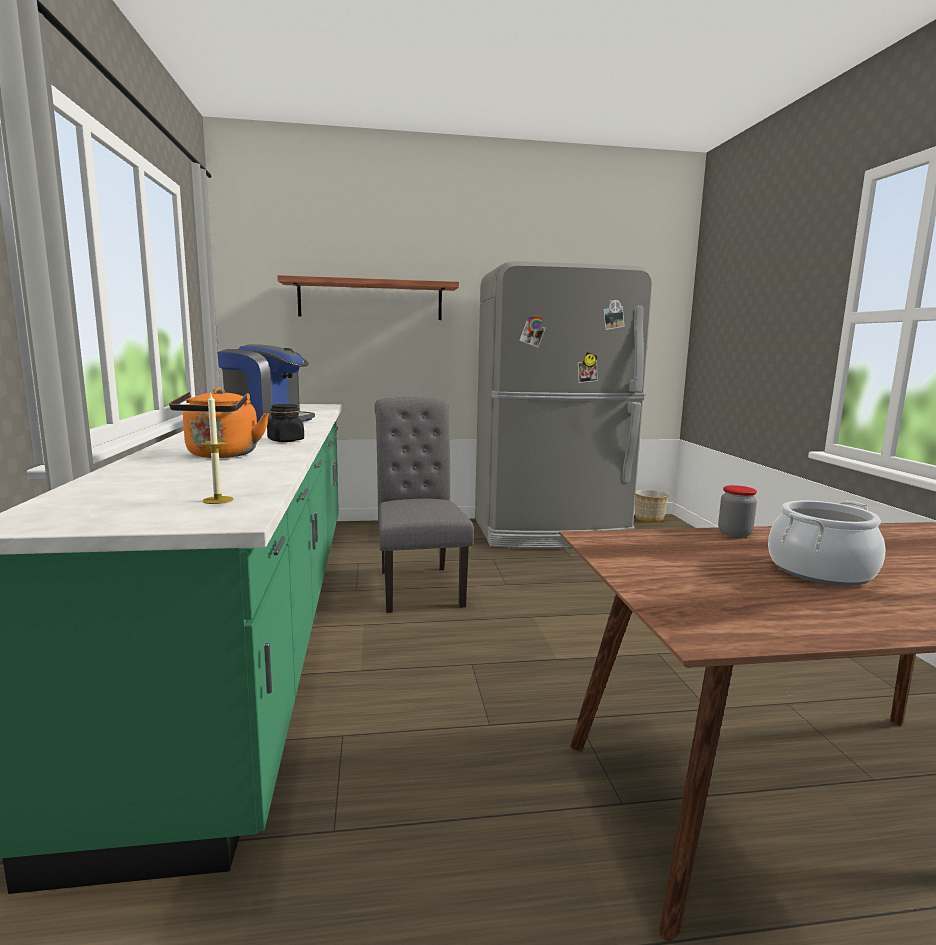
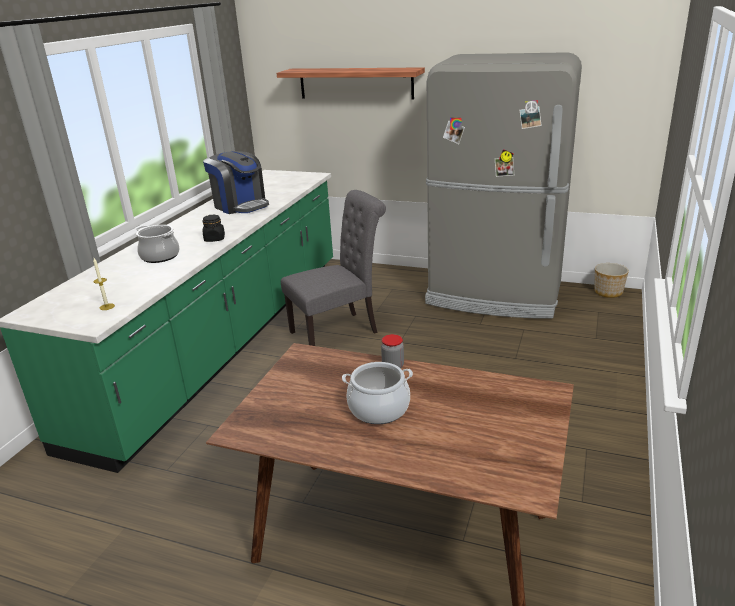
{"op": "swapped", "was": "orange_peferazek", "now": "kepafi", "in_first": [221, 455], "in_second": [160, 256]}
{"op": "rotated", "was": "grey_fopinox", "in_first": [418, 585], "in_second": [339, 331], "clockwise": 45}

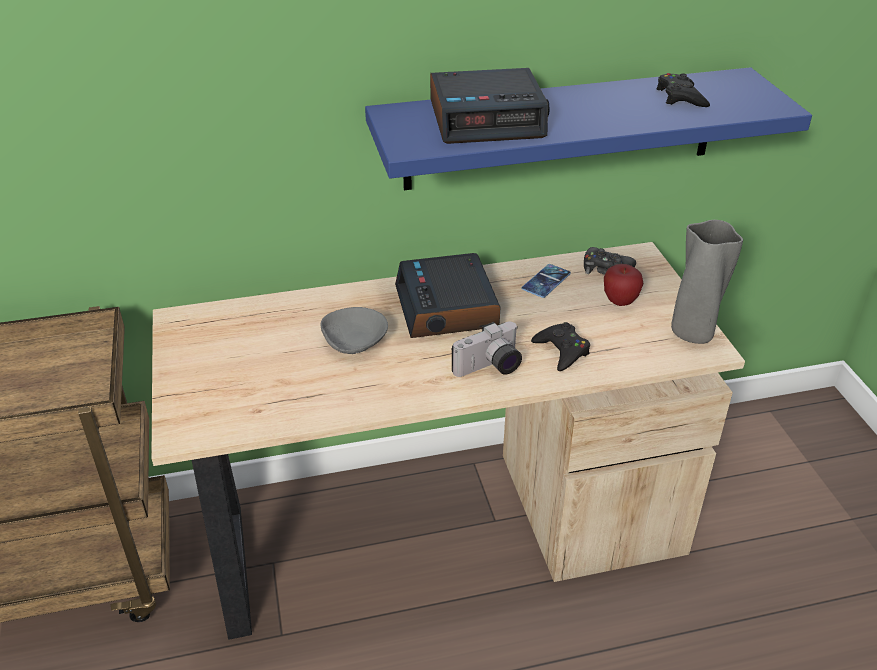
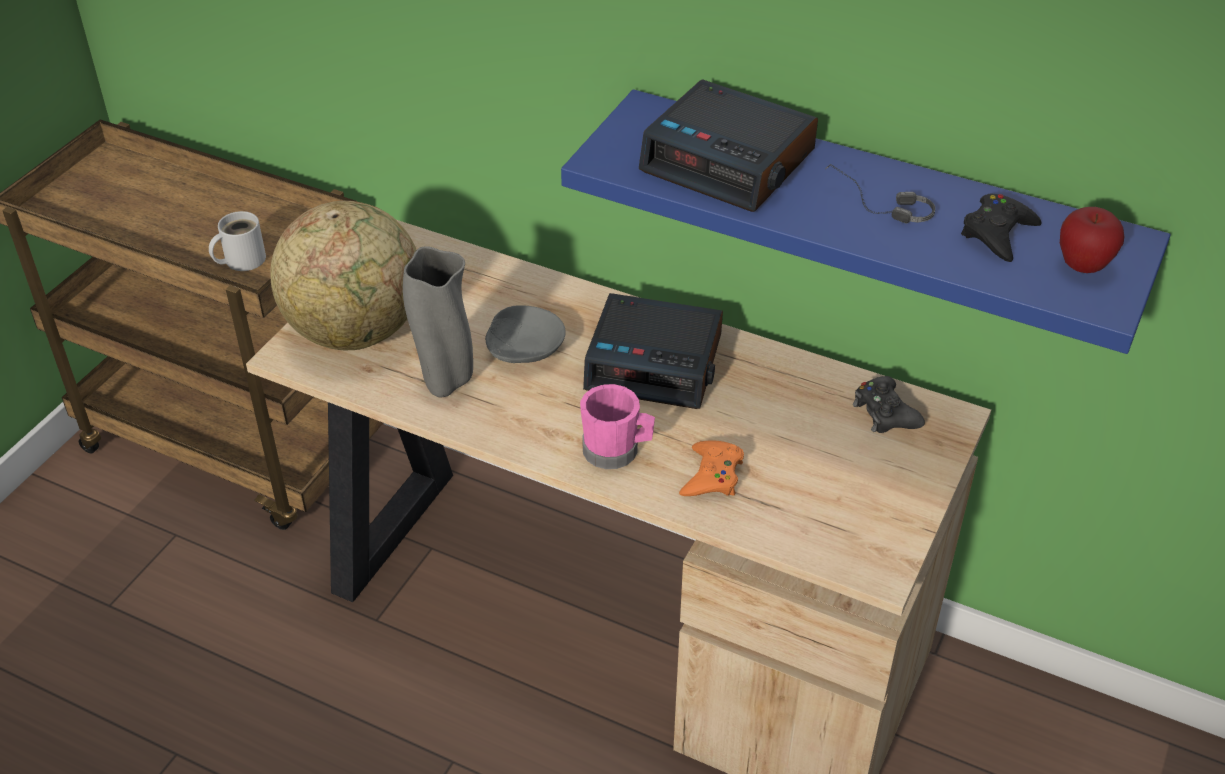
{"op": "rotated", "was": "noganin", "in_first": [447, 307], "in_second": [655, 362], "clockwise": -105}
{"op": "swapped", "was": "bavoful", "now": "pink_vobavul", "in_first": [490, 368], "in_second": [617, 451]}
{"op": "gone", "was": "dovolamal", "in_first": [546, 281]}
{"op": "repainted", "was": "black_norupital", "now": "orange_norupital", "in_first": [562, 351], "in_second": [712, 475]}
{"op": "shifted", "was": "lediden", "in_first": [620, 301], "in_second": [1083, 266]}
{"op": "shifted", "was": "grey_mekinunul", "in_first": [693, 333], "in_second": [446, 383]}
{"op": "new", "now": "white_vobavul", "in_second": [241, 260]}
{"op": "new", "now": "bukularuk", "in_second": [356, 330]}
{"op": "new", "now": "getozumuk", "in_second": [876, 208]}

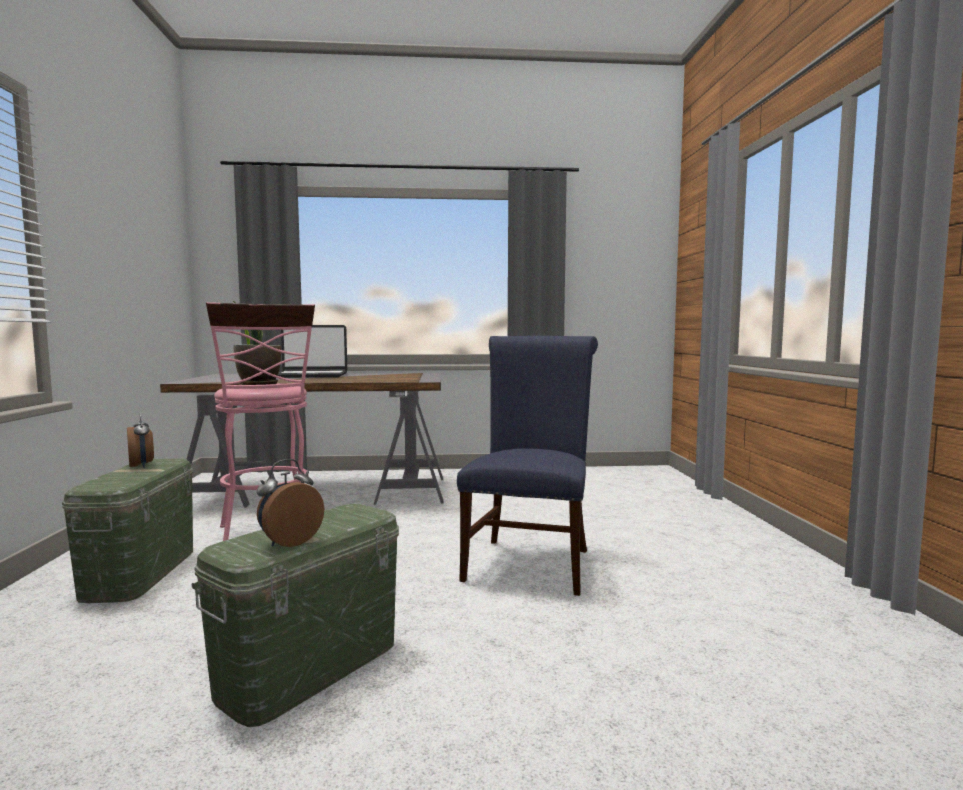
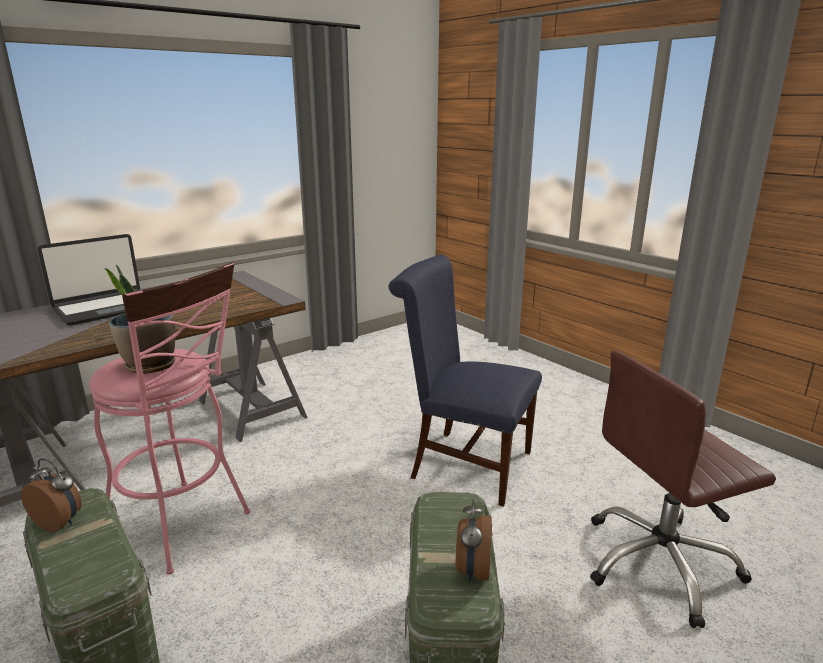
{"op": "rotated", "was": "blue_fopinox", "in_first": [530, 561], "in_second": [464, 463], "clockwise": -45}
{"op": "new", "now": "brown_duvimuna", "in_second": [660, 564]}

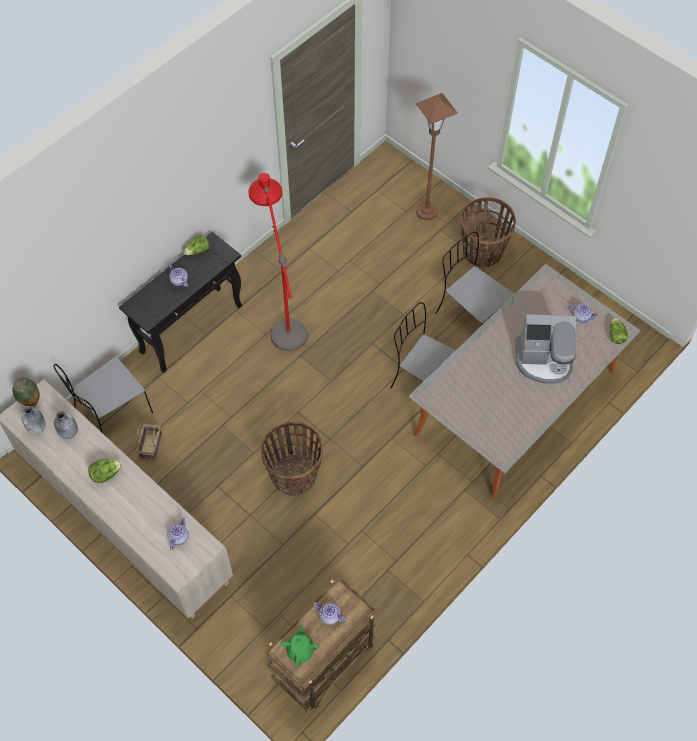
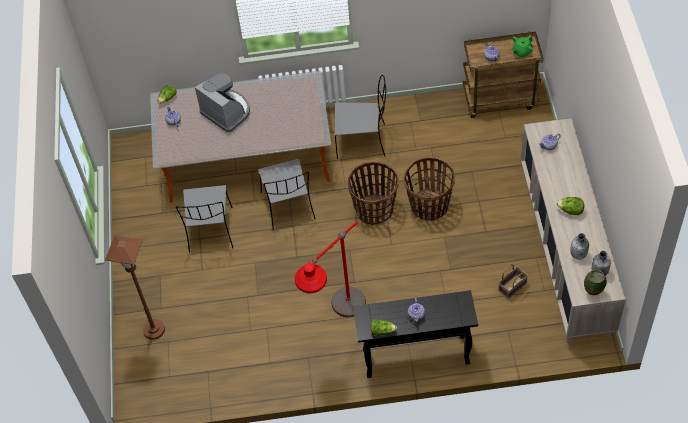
{"op": "shifted", "was": "grey_fopinox", "in_first": [112, 413], "in_second": [362, 141]}
{"op": "shifted", "was": "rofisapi", "in_first": [482, 251], "in_second": [374, 210]}

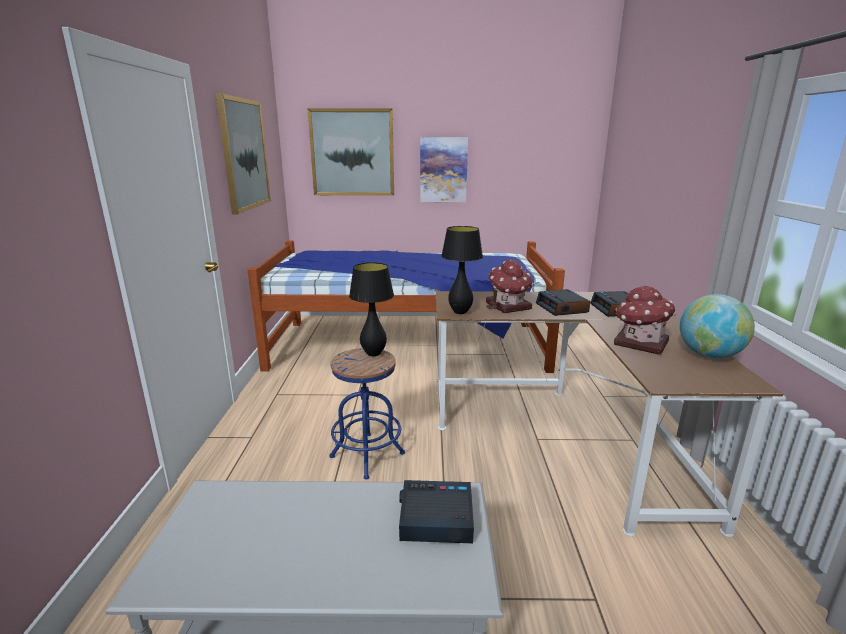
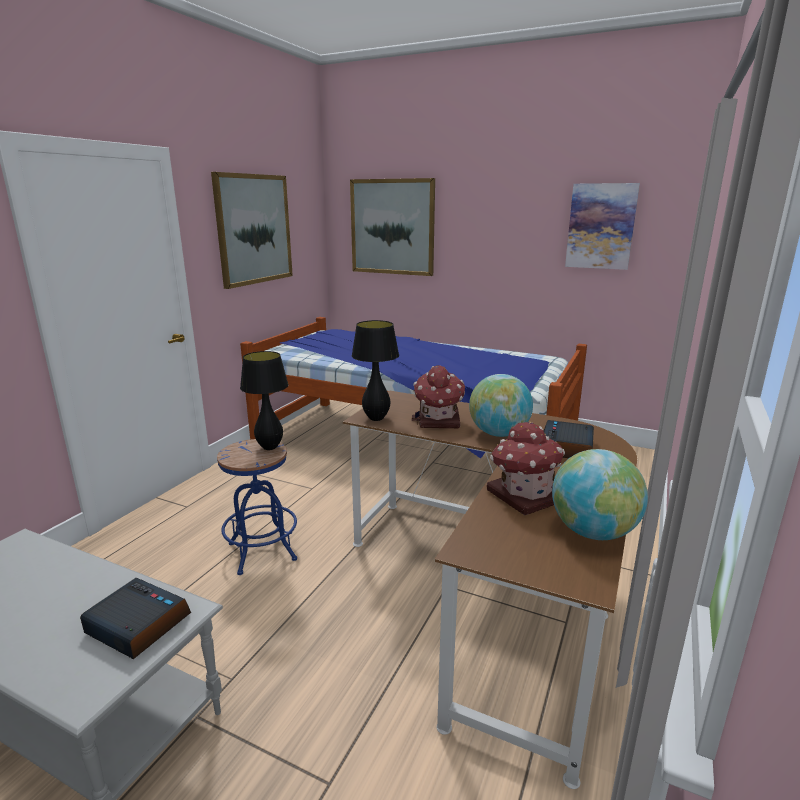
{"op": "shifted", "was": "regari", "in_first": [443, 170], "in_second": [601, 226]}
{"op": "swapped", "was": "noganin", "now": "bukularuk", "in_first": [562, 308], "in_second": [498, 434]}

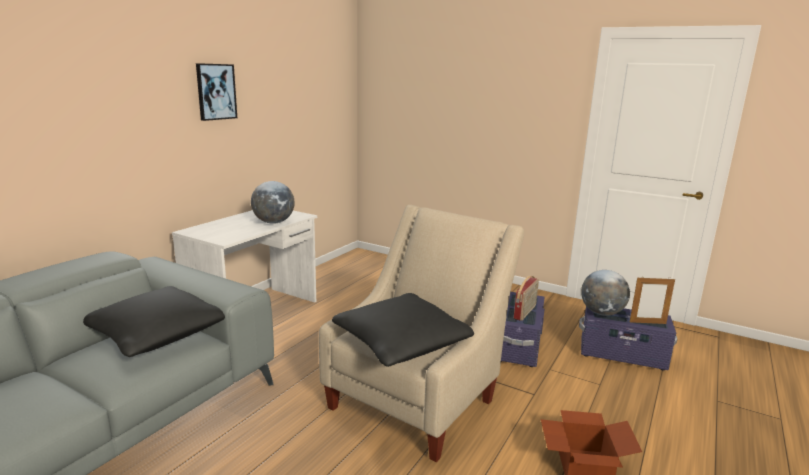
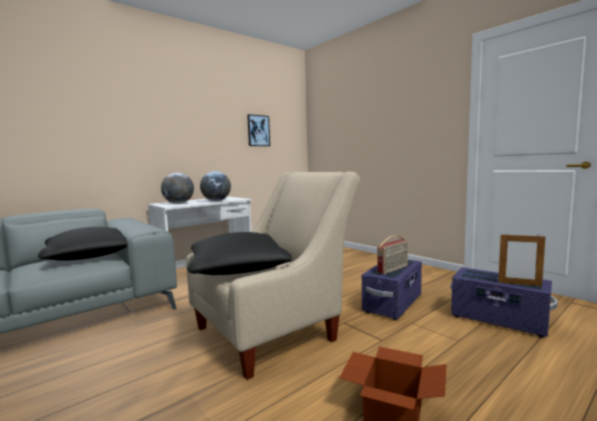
{"op": "shifted", "was": "regari", "in_first": [216, 91], "in_second": [258, 130]}
{"op": "shifted", "was": "bukularuk", "in_first": [601, 313], "in_second": [178, 203]}

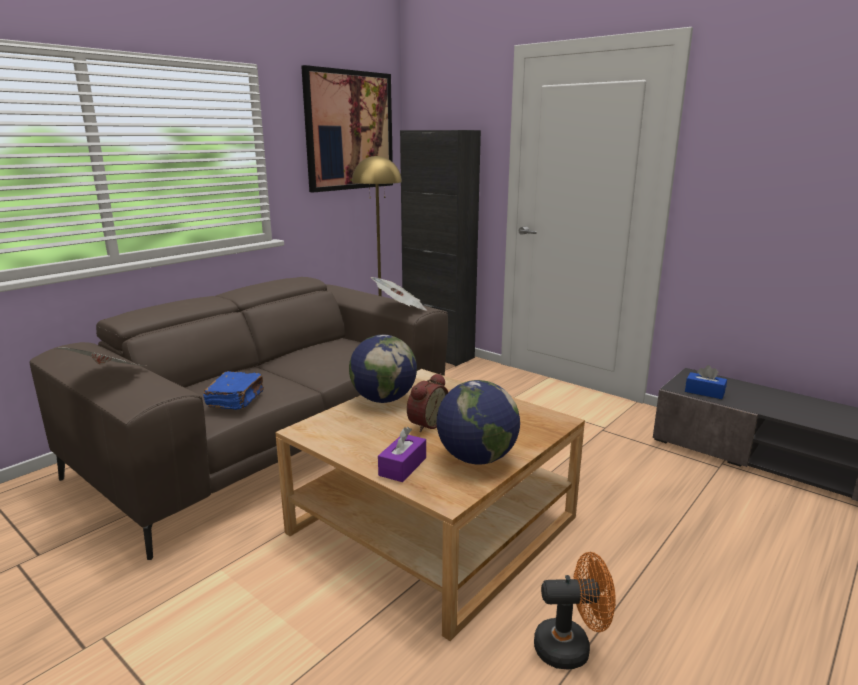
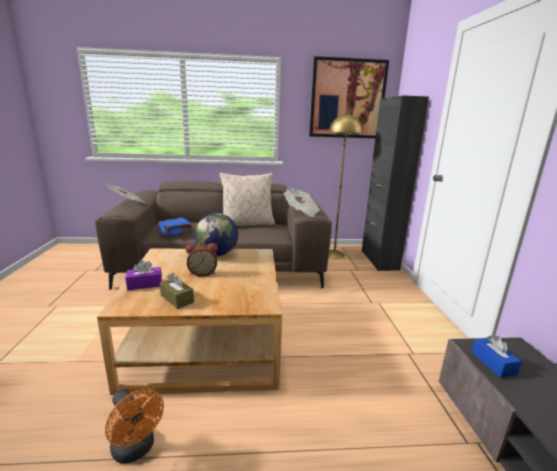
{"op": "swapped", "was": "bukularuk", "now": "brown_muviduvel", "in_first": [476, 458], "in_second": [177, 299]}
{"op": "new", "now": "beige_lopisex", "in_second": [247, 224]}

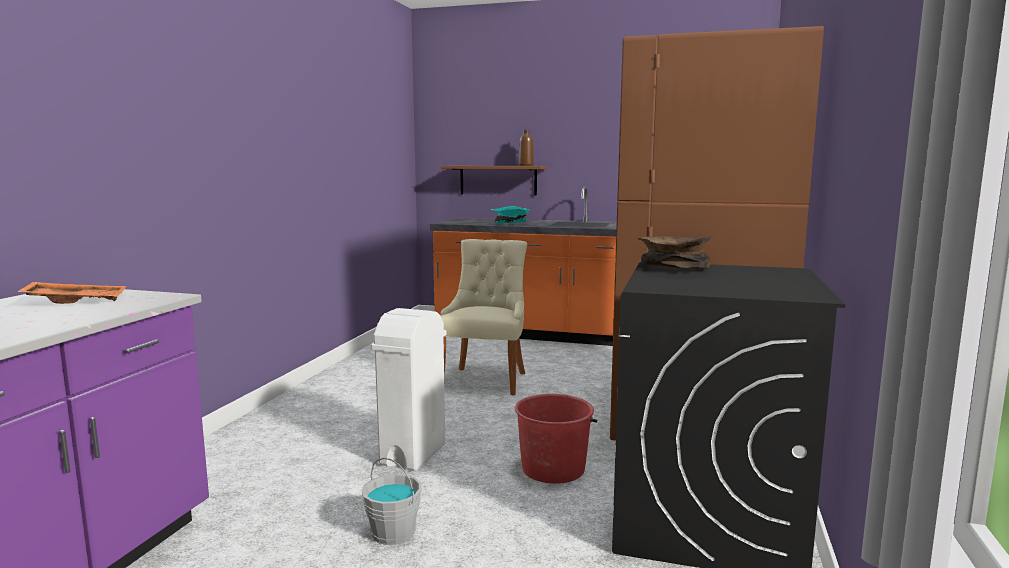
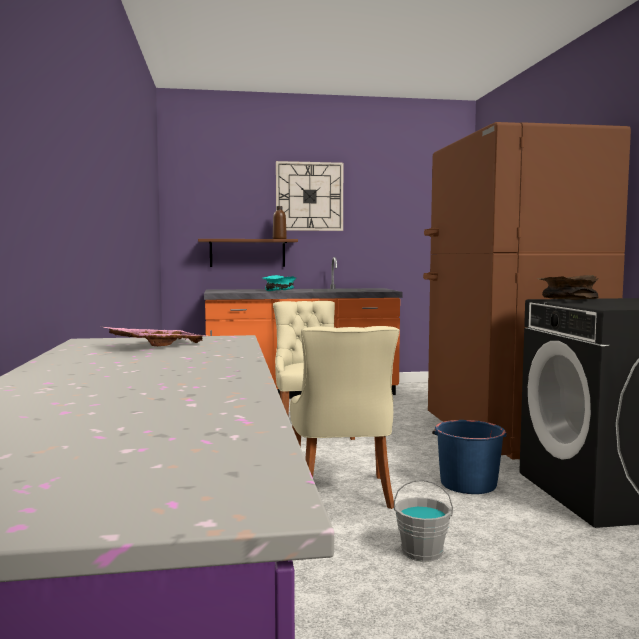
{"op": "repainted", "was": "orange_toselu", "now": "pink_toselu", "in_first": [76, 301], "in_second": [156, 345]}
{"op": "swapped", "was": "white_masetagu", "now": "beige_fopinox", "in_first": [412, 454], "in_second": [342, 495]}
{"op": "repainted", "was": "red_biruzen", "now": "blue_biruzen", "in_first": [553, 468], "in_second": [468, 484]}
{"op": "new", "now": "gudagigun", "in_second": [309, 196]}

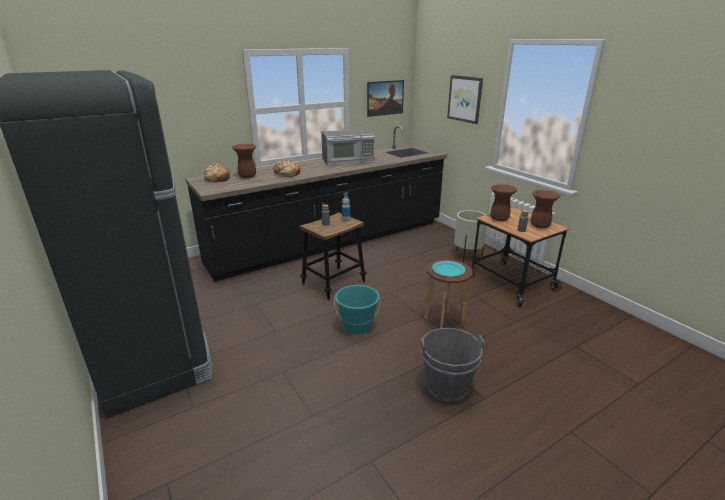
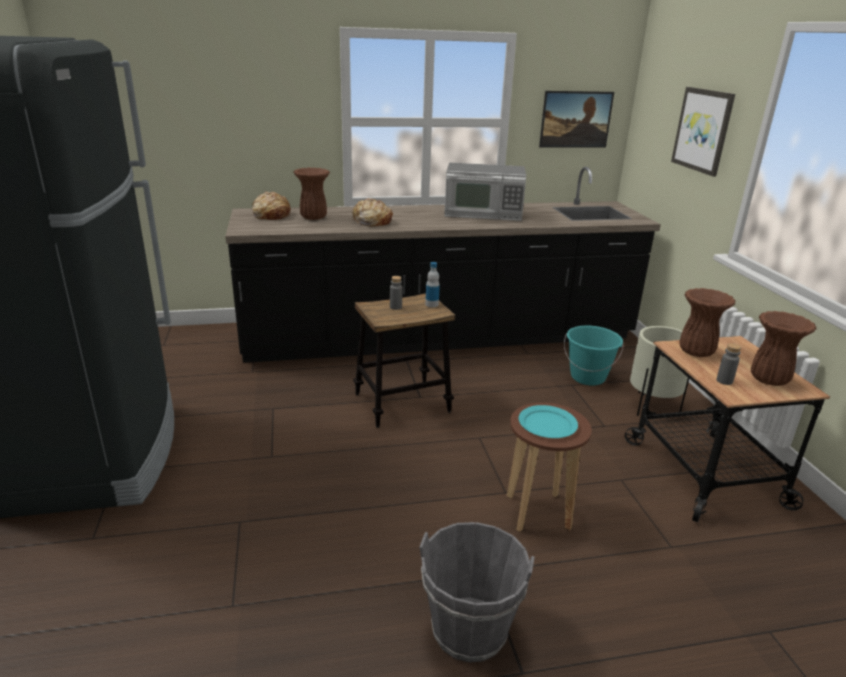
{"op": "shifted", "was": "turquoise_biruzen", "in_first": [357, 326], "in_second": [588, 377]}

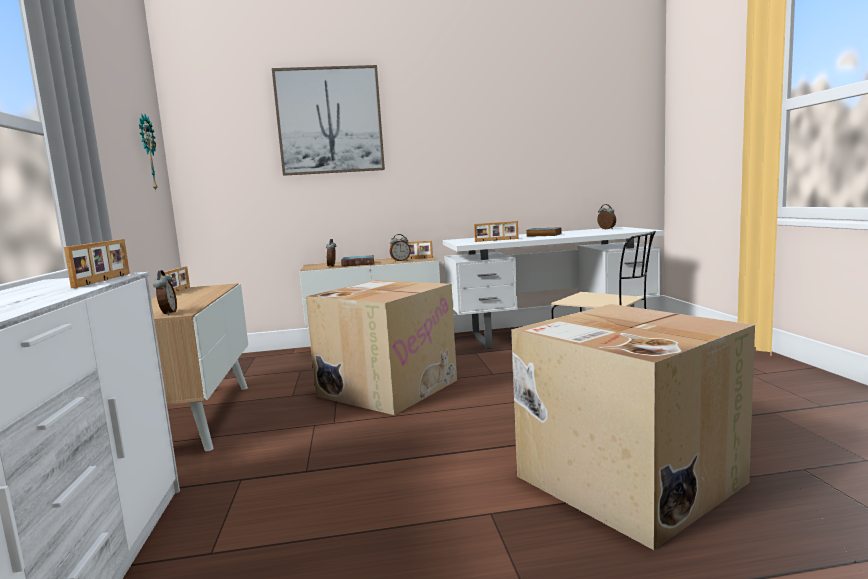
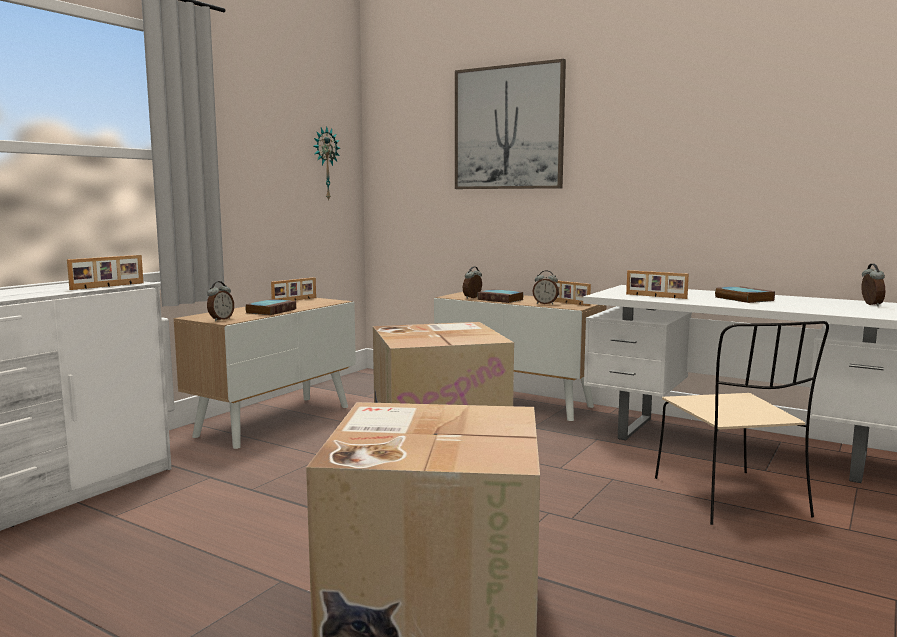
{"op": "new", "now": "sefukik", "in_second": [271, 311]}

